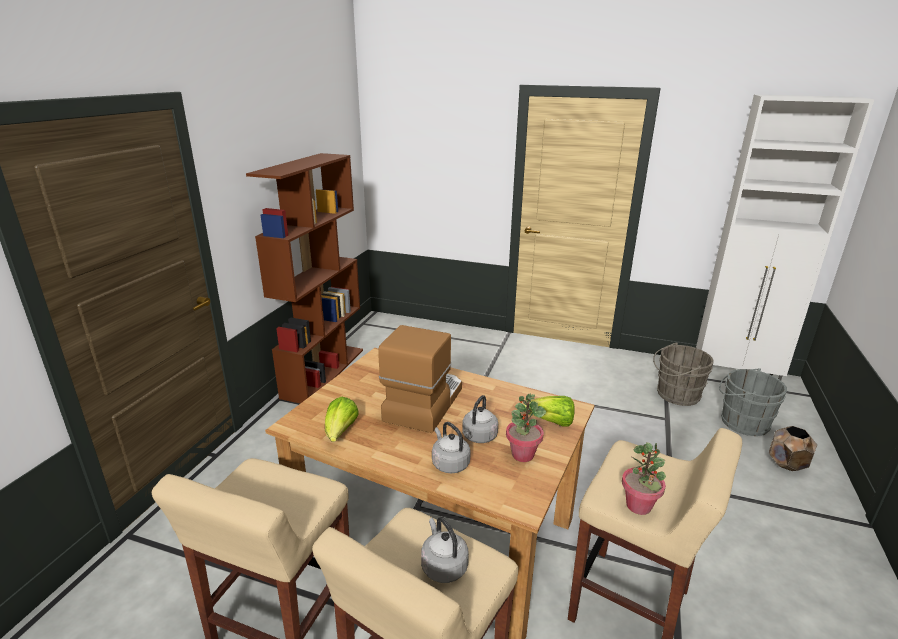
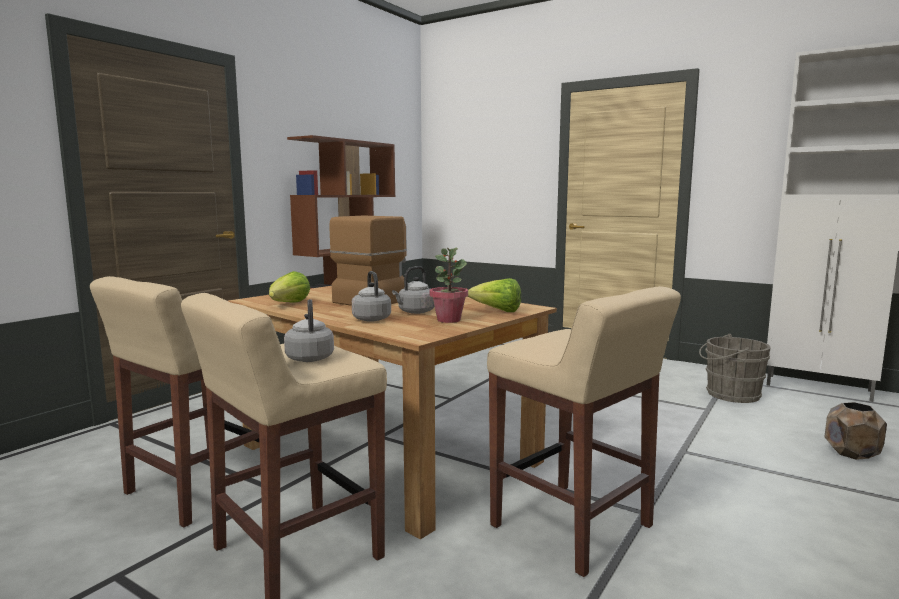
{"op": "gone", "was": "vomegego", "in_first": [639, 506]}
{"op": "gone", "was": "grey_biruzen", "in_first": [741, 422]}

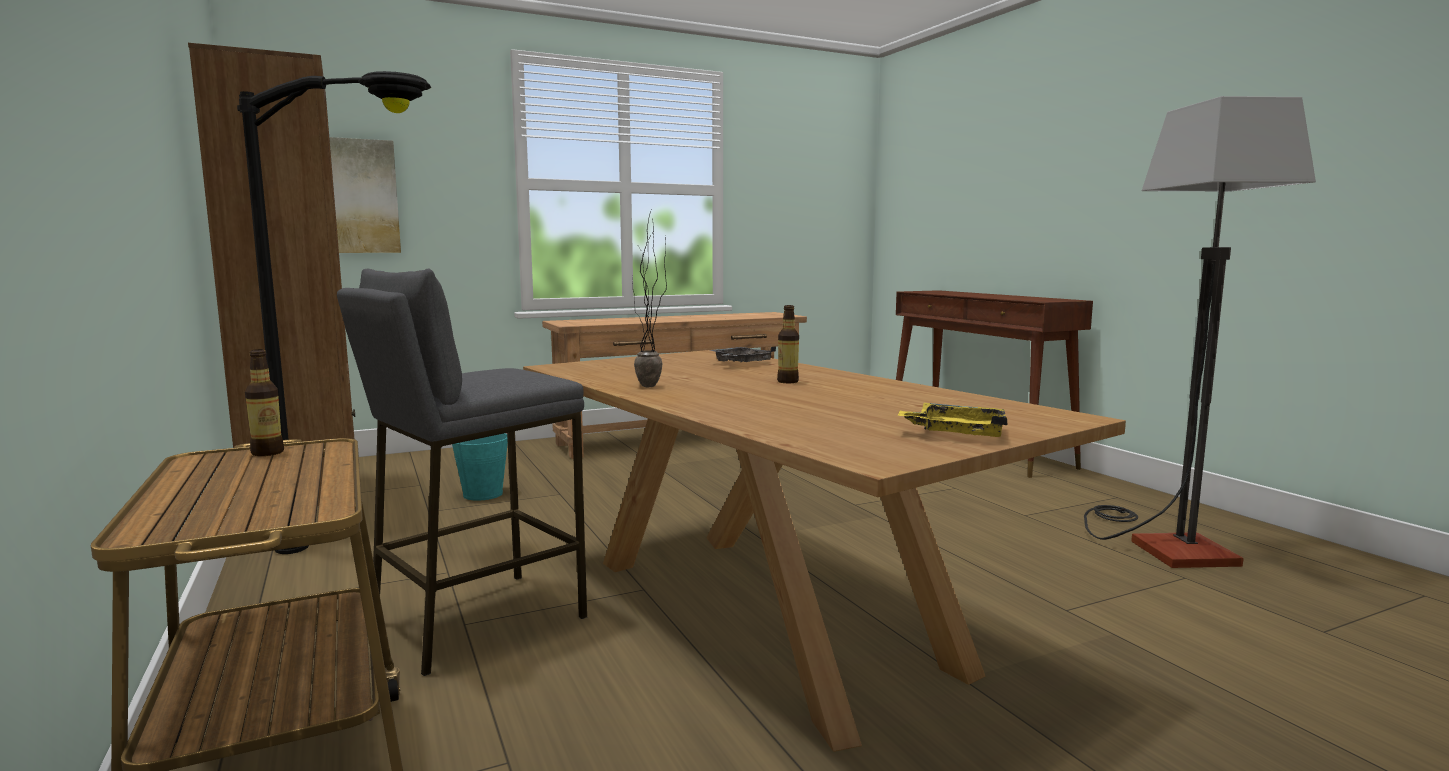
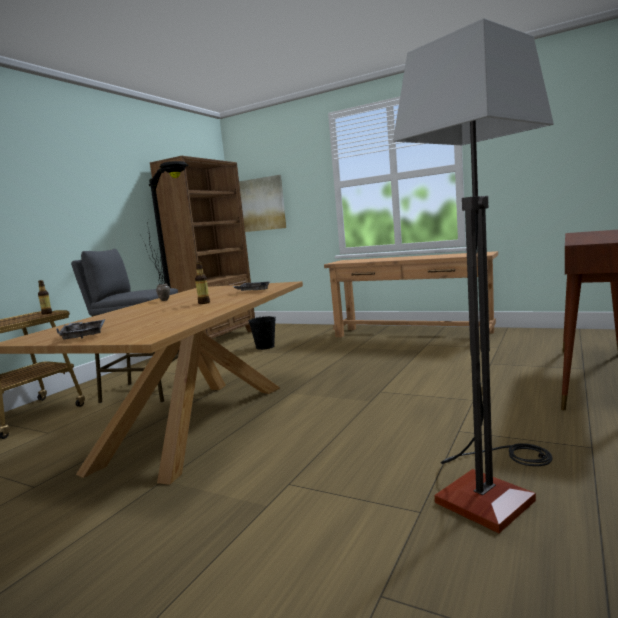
{"op": "repainted", "was": "turquoise_biruzen", "now": "black_biruzen", "in_first": [483, 494], "in_second": [265, 347]}
{"op": "repainted", "was": "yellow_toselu", "now": "grey_toselu", "in_first": [956, 433], "in_second": [84, 336]}

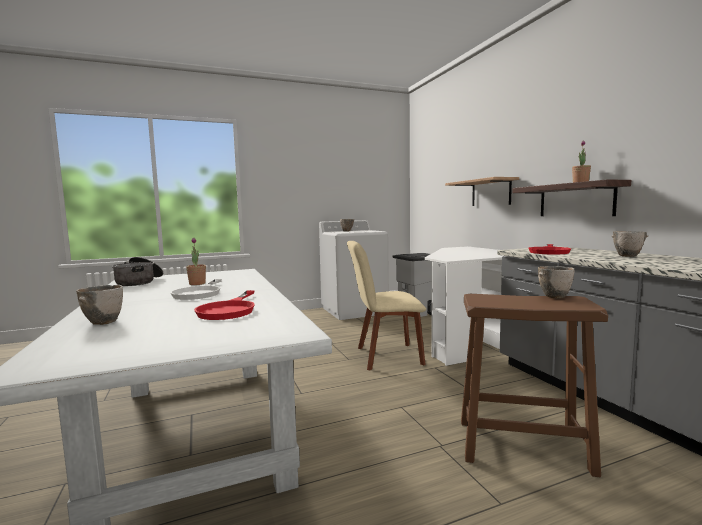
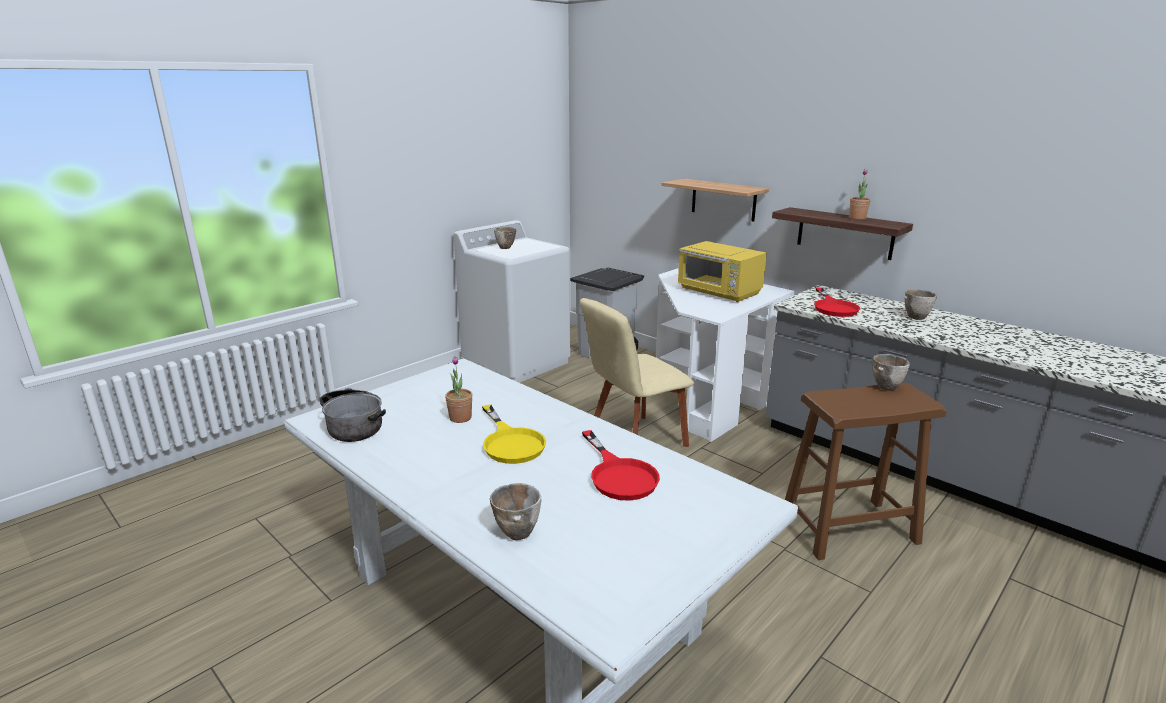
{"op": "repainted", "was": "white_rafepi", "now": "yellow_rafepi", "in_first": [200, 293], "in_second": [511, 442]}
{"op": "new", "now": "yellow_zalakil", "in_second": [719, 292]}

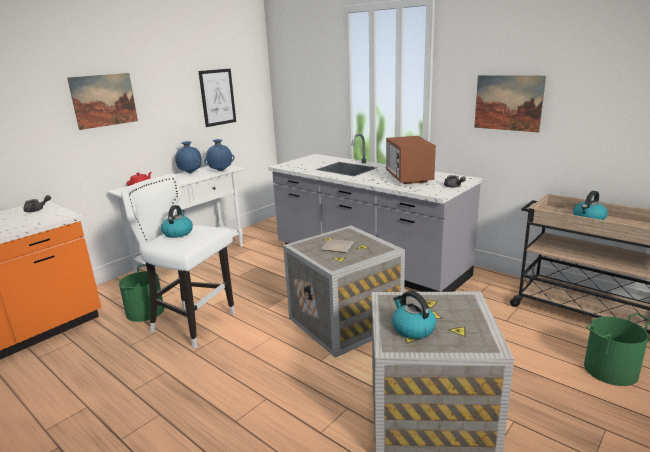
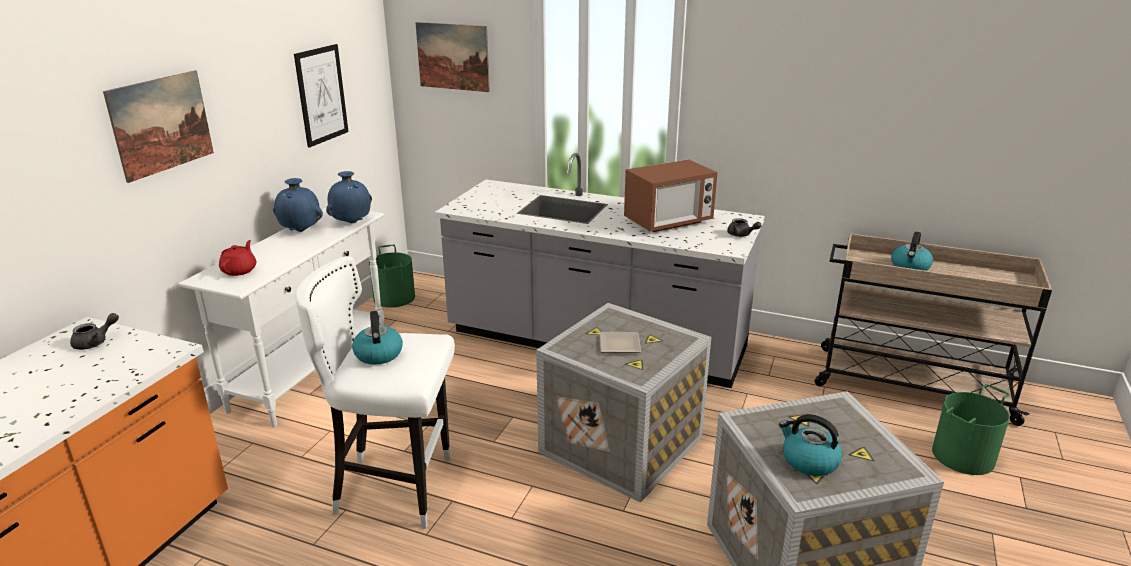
{"op": "shifted", "was": "green_biruzen", "in_first": [146, 311], "in_second": [395, 297]}
{"op": "rotated", "was": "zalakil", "in_first": [408, 178], "in_second": [668, 222], "clockwise": -90}
{"op": "shifted", "was": "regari", "in_first": [508, 103], "in_second": [453, 57]}

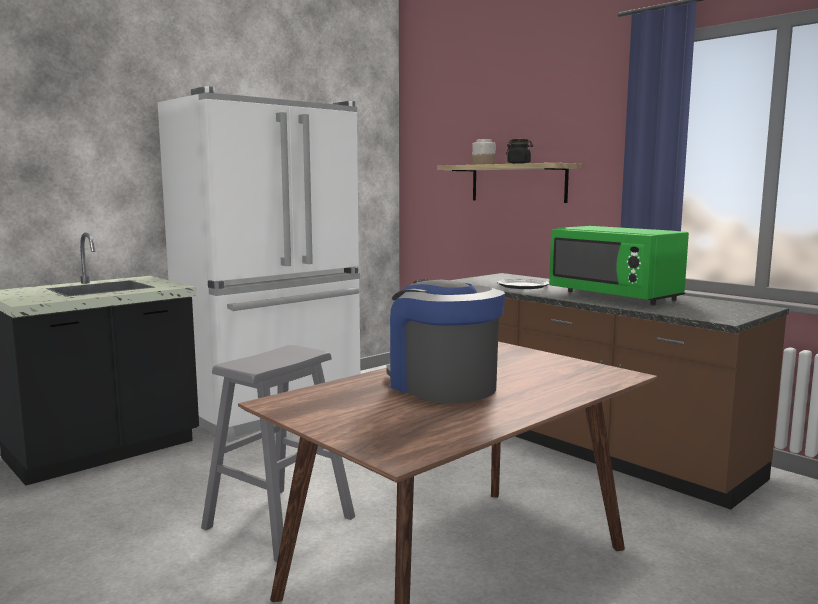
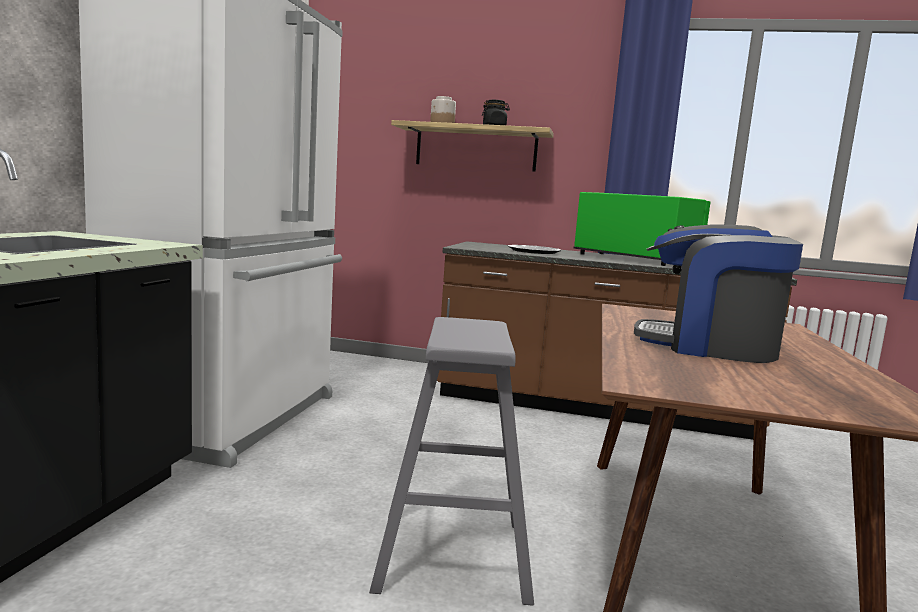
{"op": "rotated", "was": "green_zalakil", "in_first": [615, 296], "in_second": [634, 259], "clockwise": -150}

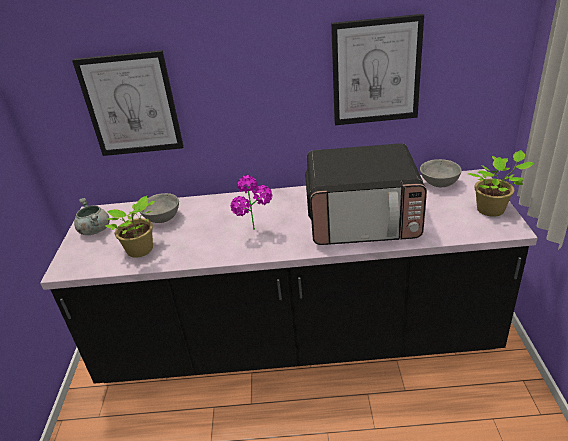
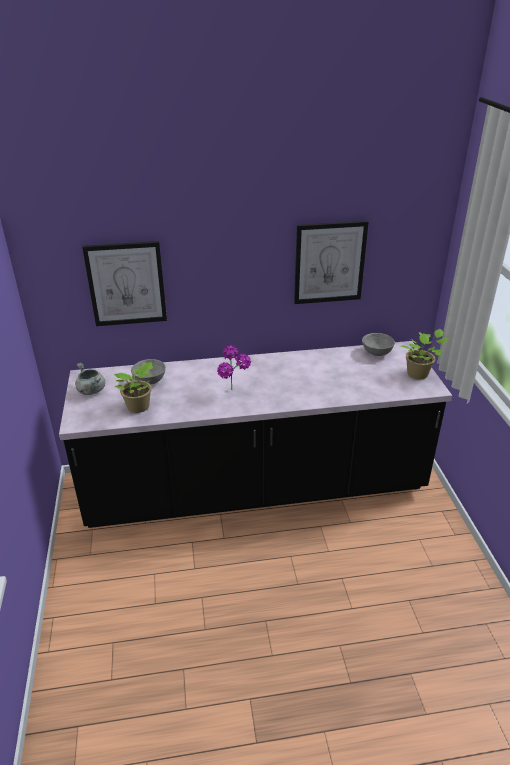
{"op": "gone", "was": "zalakil", "in_first": [363, 219]}

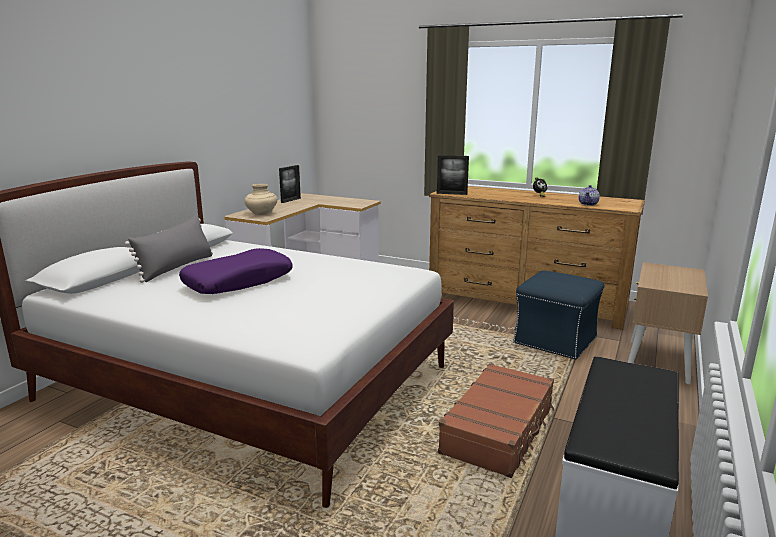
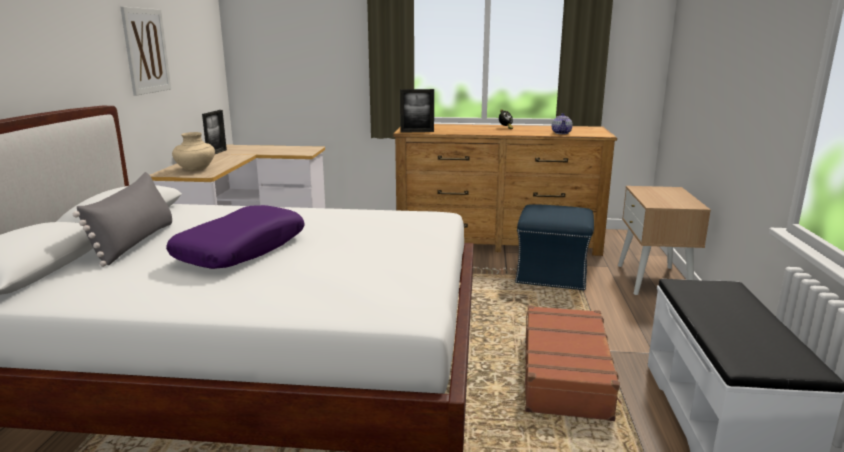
{"op": "new", "now": "regari", "in_second": [146, 51]}

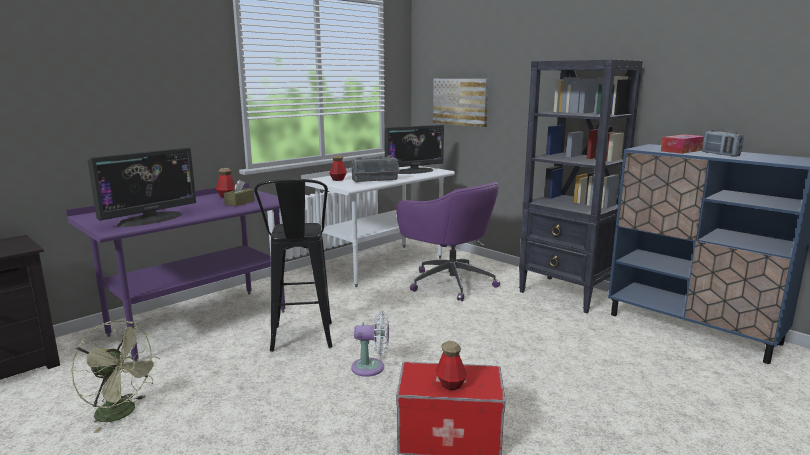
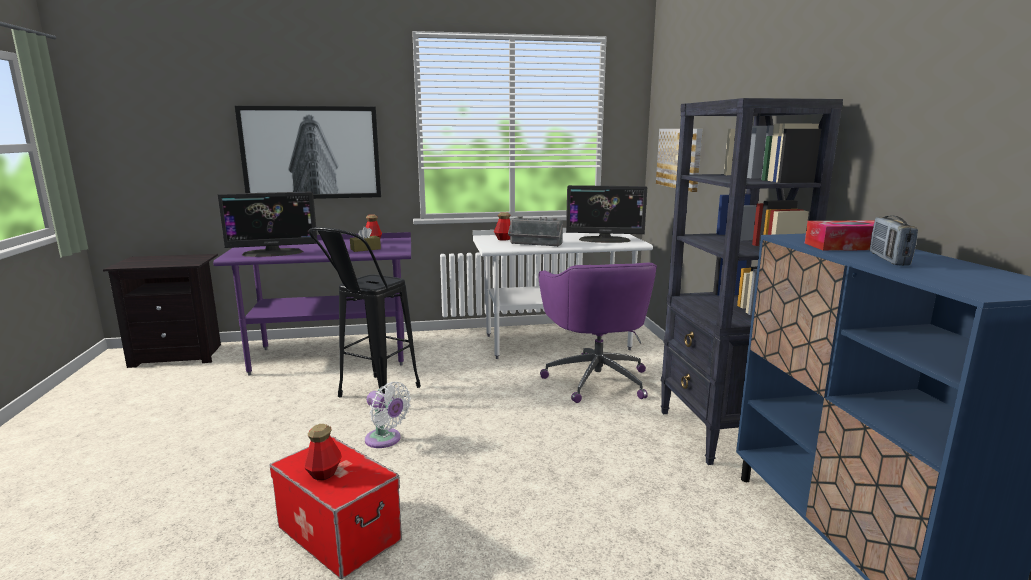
{"op": "gone", "was": "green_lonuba", "in_first": [123, 413]}
{"op": "new", "now": "regari", "in_second": [311, 153]}

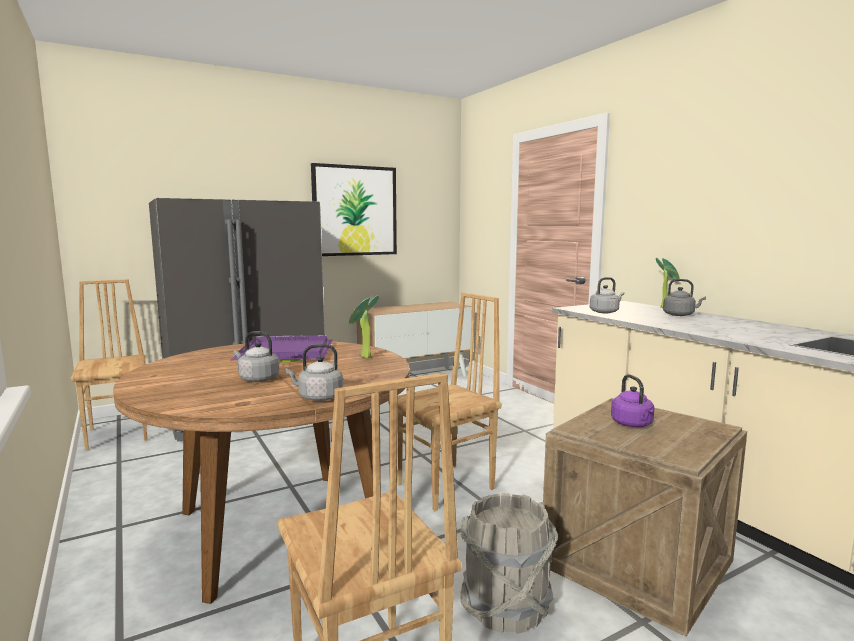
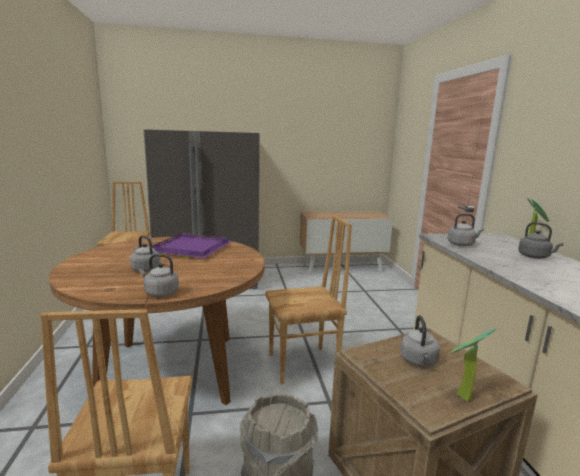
{"op": "gone", "was": "regari", "in_first": [355, 211]}
{"op": "shifted", "was": "vomegego", "in_first": [363, 357], "in_second": [460, 397]}
{"op": "repainted", "was": "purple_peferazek", "now": "grey_peferazek", "in_first": [633, 424], "in_second": [418, 361]}

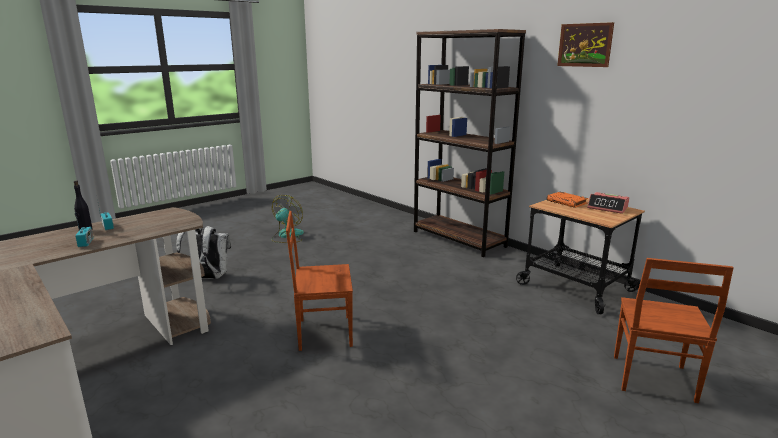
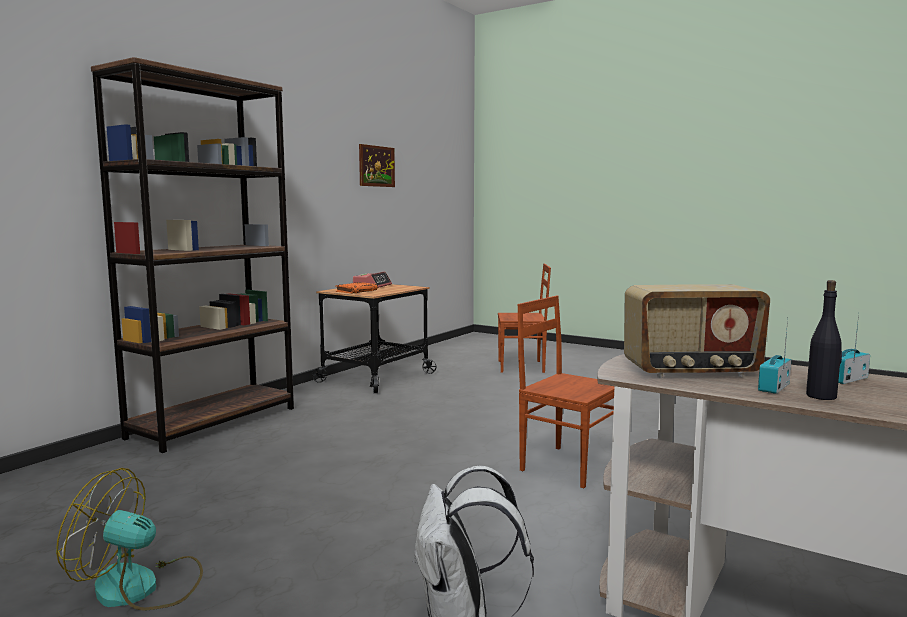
{"op": "rotated", "was": "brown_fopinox", "in_first": [324, 332], "in_second": [568, 465], "clockwise": 150}
{"op": "shifted", "was": "regari", "in_first": [585, 45], "in_second": [376, 166]}
{"op": "new", "now": "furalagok", "in_second": [691, 372]}

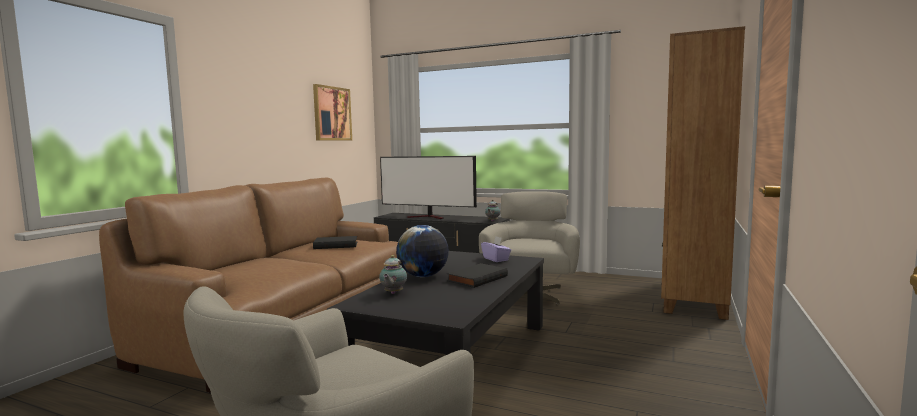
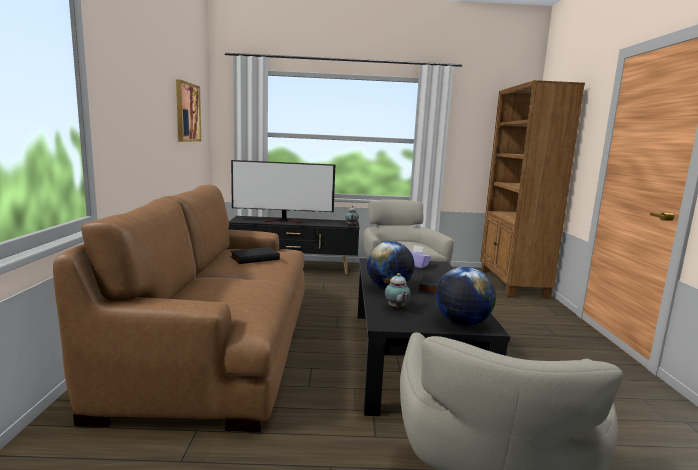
{"op": "new", "now": "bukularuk", "in_second": [462, 323]}

